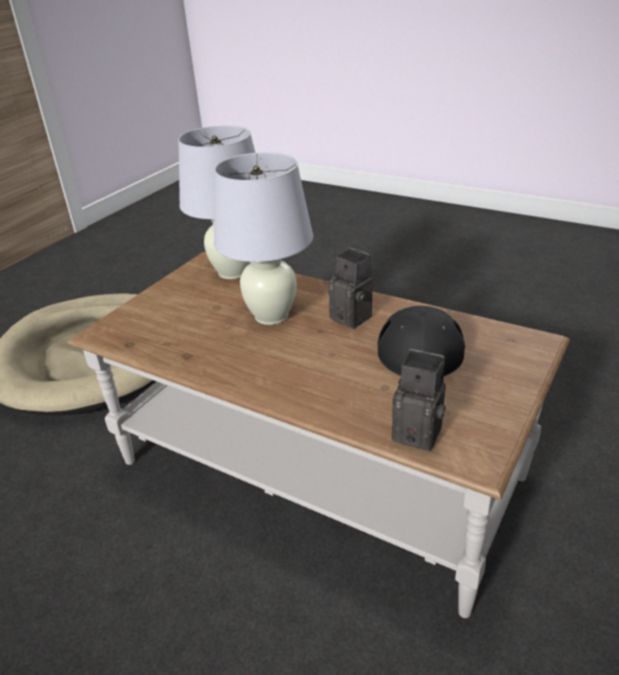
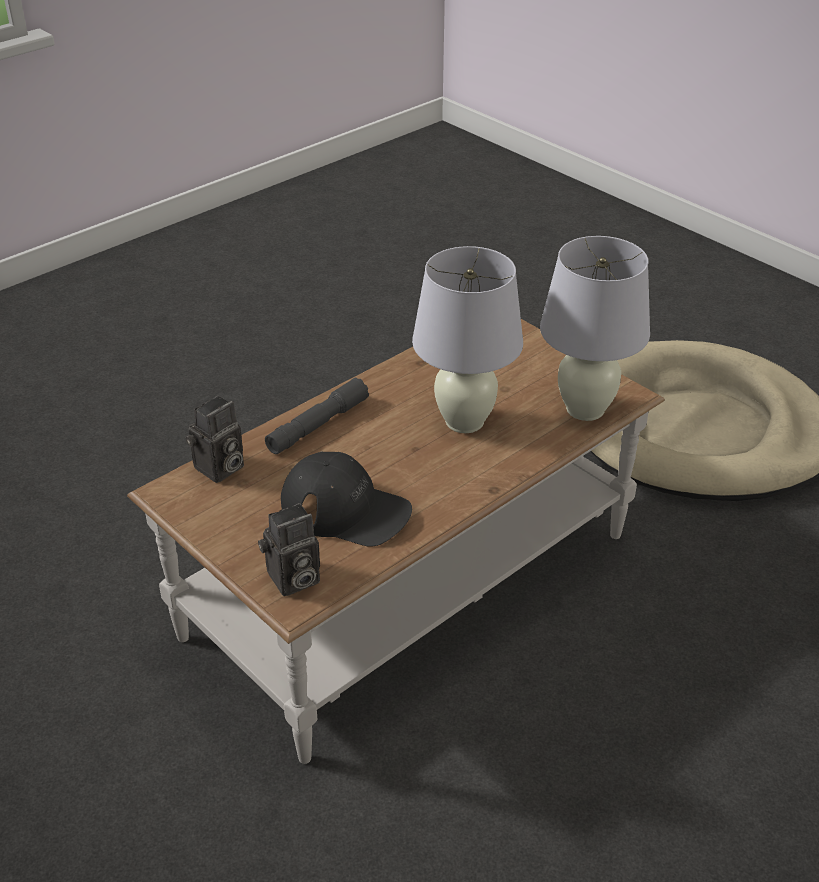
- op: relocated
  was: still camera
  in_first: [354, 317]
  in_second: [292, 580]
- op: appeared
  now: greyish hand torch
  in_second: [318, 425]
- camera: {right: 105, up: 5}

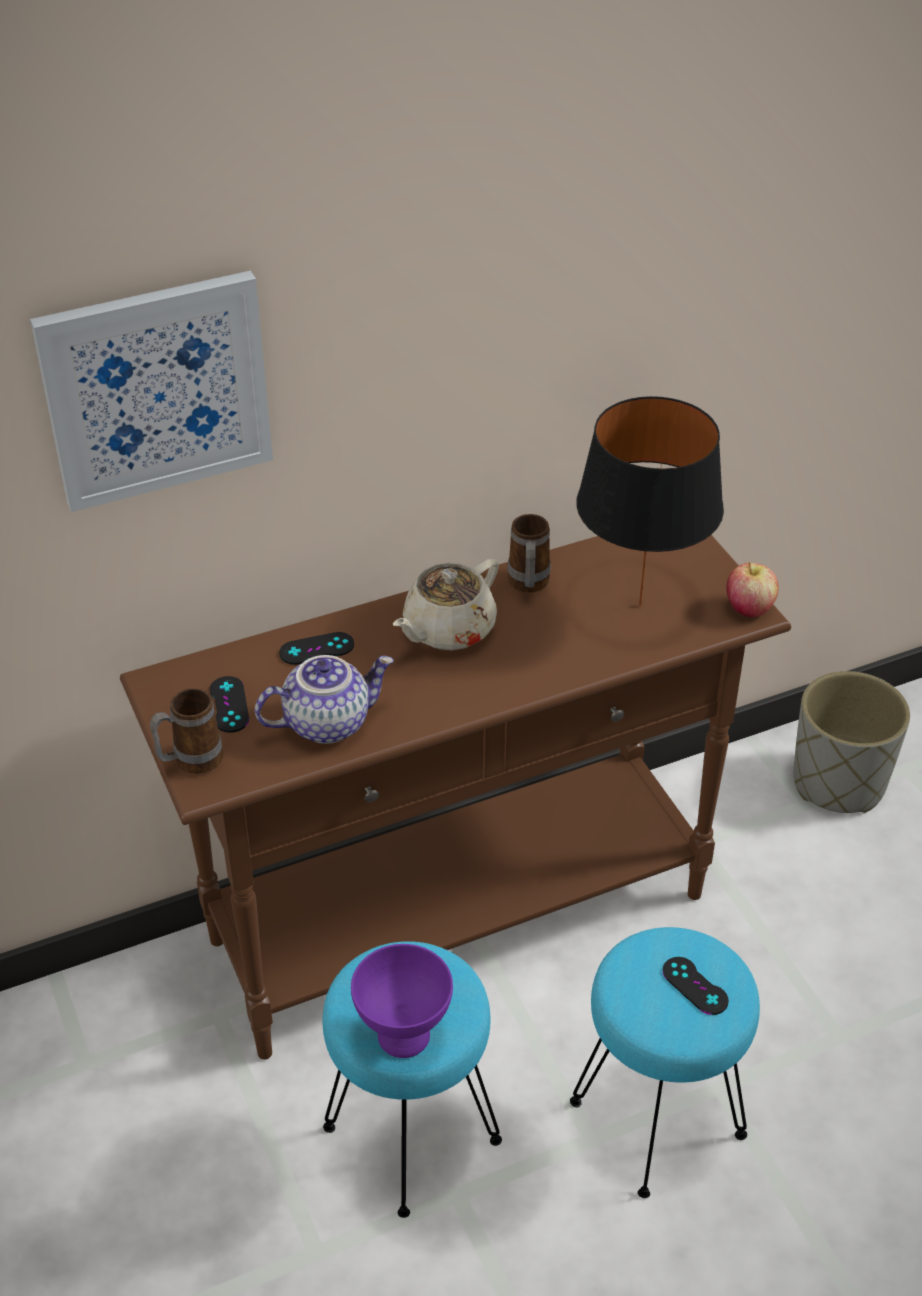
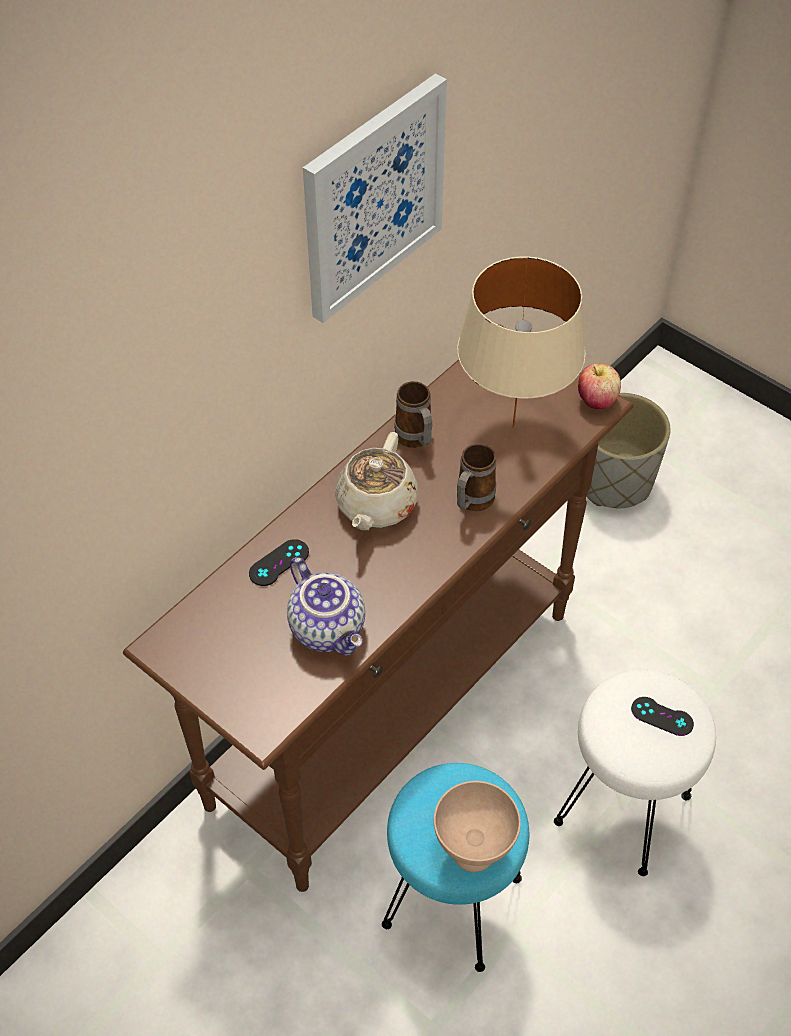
- op: relocated
  was: wall art
  in_first: [156, 389]
  in_second: [372, 197]
- op: colour
  was: black-coloured tabletop lamp
  now: beige-coloured tabletop lamp
  in_first: [641, 605]
  in_second: [514, 426]
- op: spun
  was: pot for tea
  in_first: [327, 722]
  in_second: [329, 628]
  clockwise: 105
- op: missing
  was: black-coloured gamepad
  in_first: [229, 704]
- op: relocated
  was: tea mug
  in_first: [190, 762]
  in_second: [471, 503]
- op: colour
  was: turquoise-coloured stool
  now: white stool
  in_first: [658, 1121]
  in_second: [624, 811]
- op: colour
  was: purple serving bowl
  now: beige-coloured serving bowl
  in_first: [405, 1036]
  in_second: [475, 851]
- camera: {right: -25, up: 10}

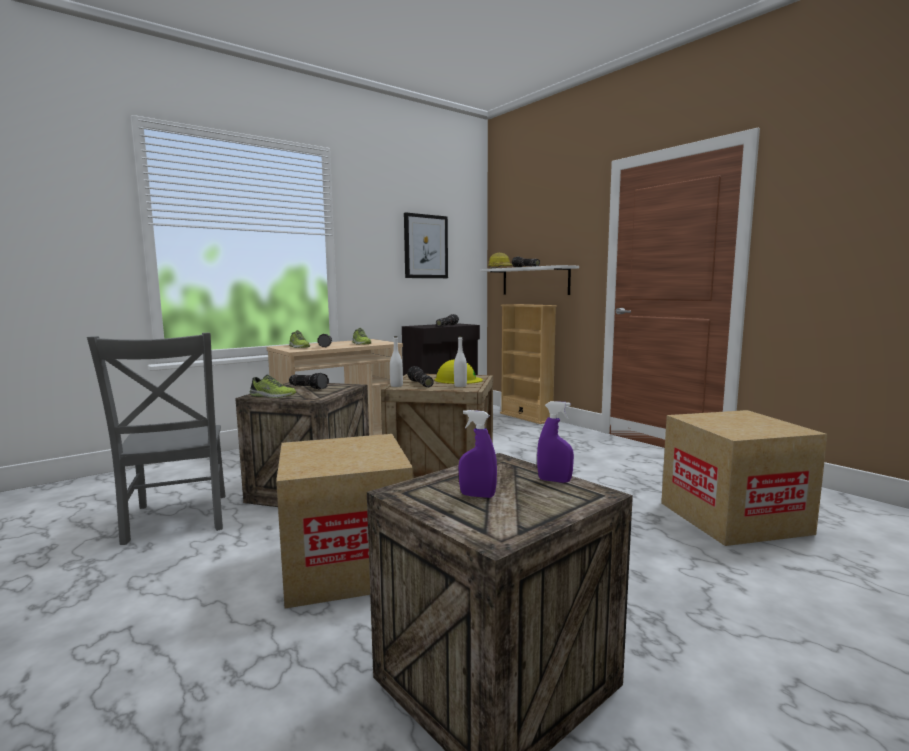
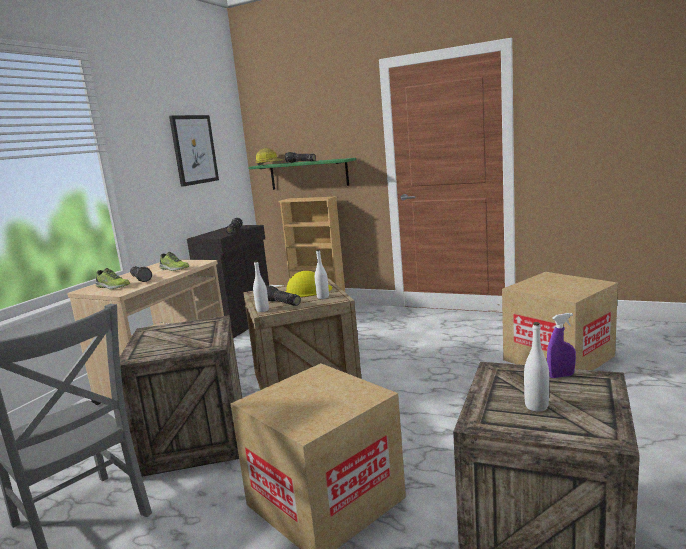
- op: colour
  was: white bracket shelf
  now: greenish bracket shelf
  in_first: [535, 281]
  in_second: [308, 174]
- op: missing
  was: hand torch
  in_first: [309, 387]
- op: missing
  was: item of footwear
  in_first: [272, 396]
- op: exchanged
  was: purple sprayer
  now: white bottle
  in_first: [477, 495]
  in_second: [536, 406]
- camera: {right: -25, up: 5}

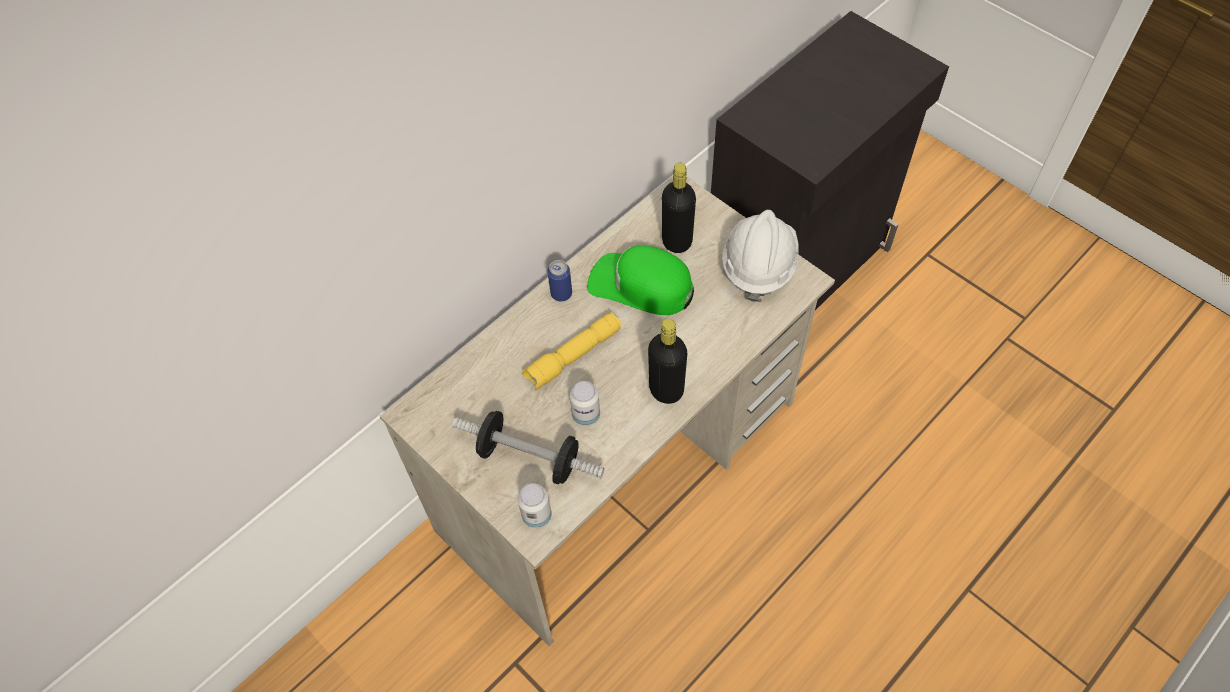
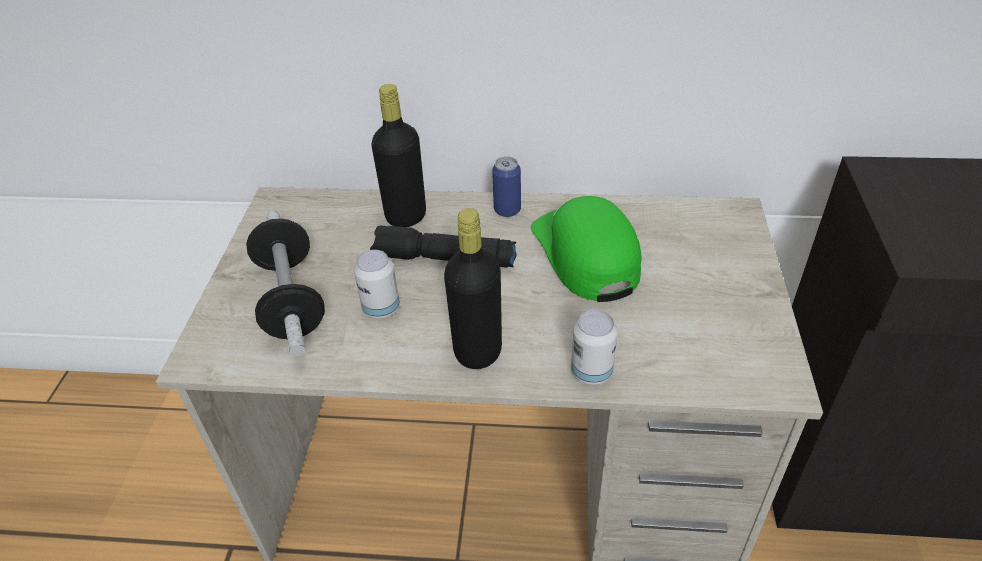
- op: relocated
  was: black-coloured bottle
  in_first: [677, 241]
  in_second: [406, 216]
- op: missing
  was: white safety helmet
  in_first: [758, 266]
- op: colour
  was: yellowish hand torch
  now: black-coloured hand torch
  in_first: [573, 357]
  in_second: [443, 260]
- op: relocated
  was: metal can
  in_first: [537, 515]
  in_second: [591, 372]
- camera: {right: 50, up: -15}

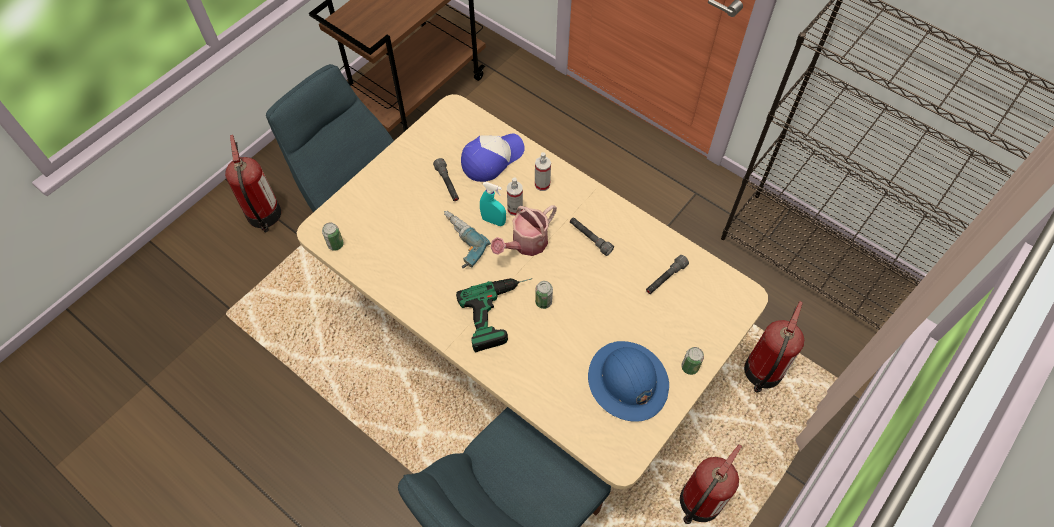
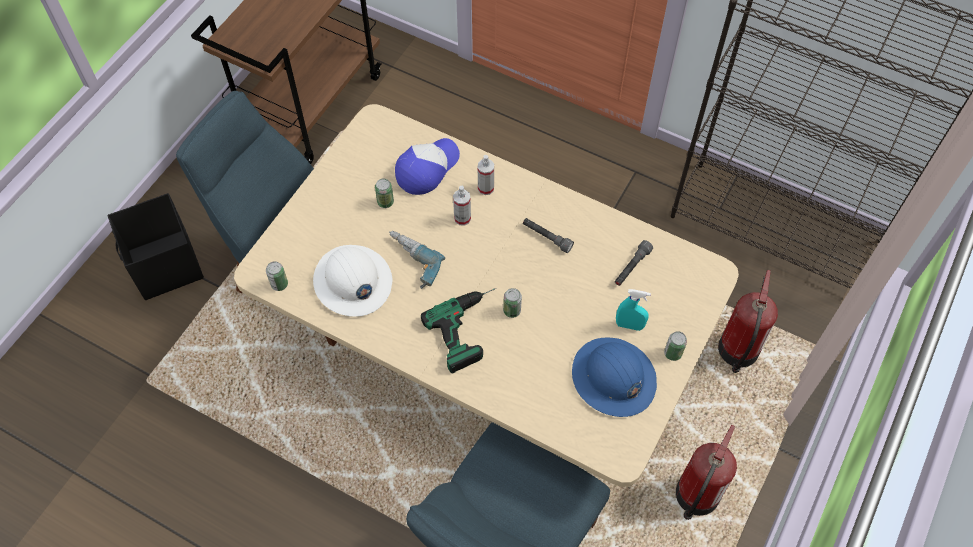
- op: exchanged
  was: fire-fighting cylinder
  now: black-coloured storage bin
  in_first: [264, 215]
  in_second: [165, 266]
- op: exchanged
  was: greyish hand torch
  now: metal can
  in_first: [447, 184]
  in_second: [385, 202]
- op: relocated
  was: turquoise-coloured sprayer
  in_first: [493, 221]
  in_second: [629, 325]
- op: missing
  was: watering pot
  in_first: [525, 244]
- op: appeared
  now: white safety helmet
  in_second: [352, 282]
- camera: {right: -10, up: 0}

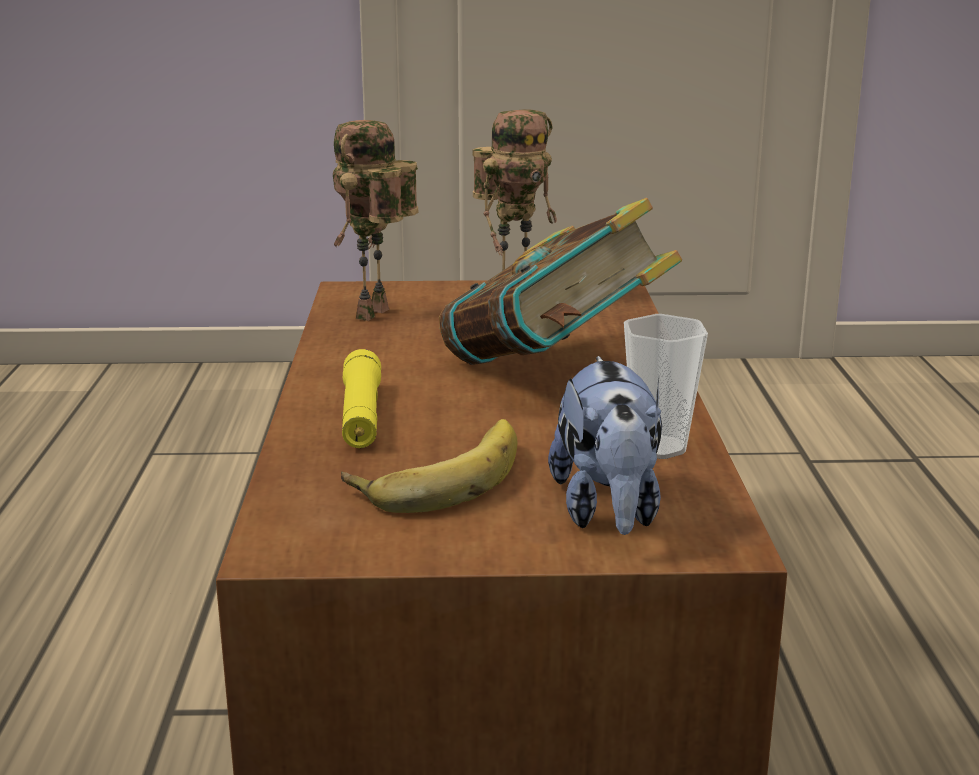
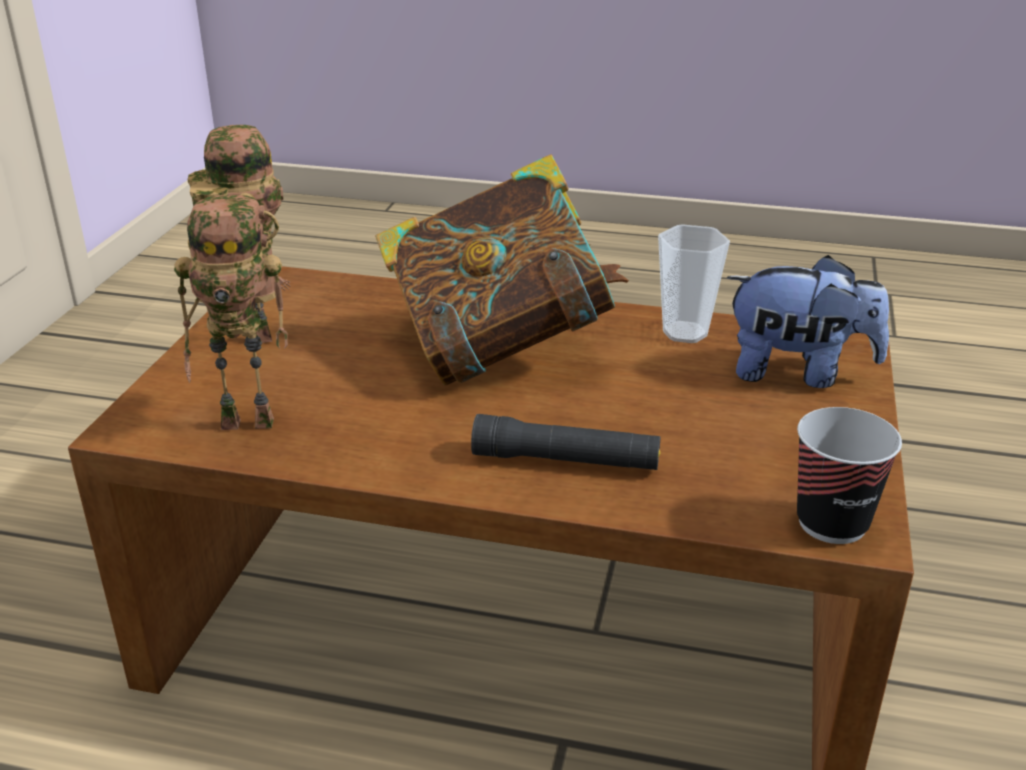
- op: spun
  was: toy robot
  in_first: [375, 315]
  in_second: [252, 420]
  clockwise: -45
- op: colour
  was: yellowish hand torch
  now: black-coloured hand torch
  in_first: [361, 416]
  in_second: [566, 460]
- op: missing
  was: banana fruit
  in_first: [438, 475]
- op: appeared
  now: cup
  in_second: [832, 523]
- camera: {right: -75, up: 10}

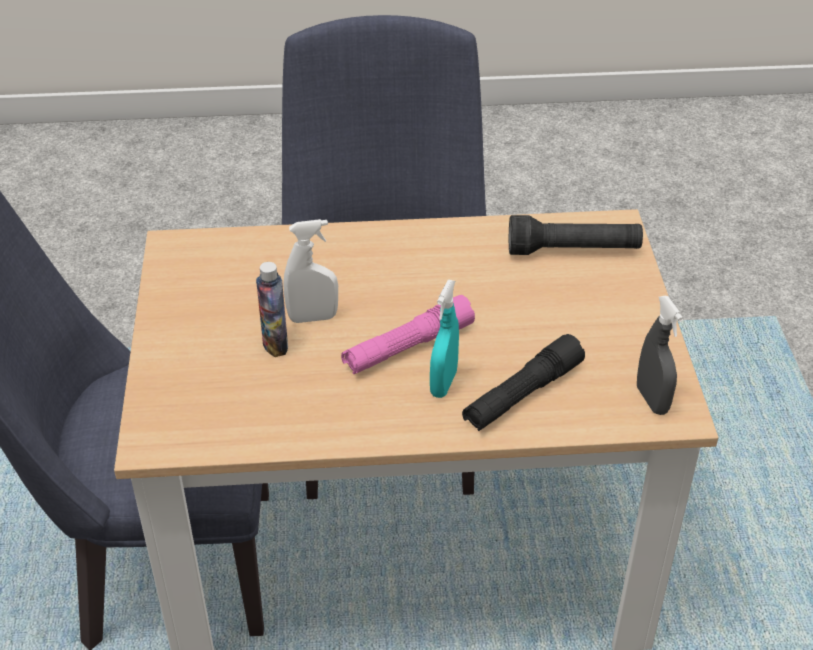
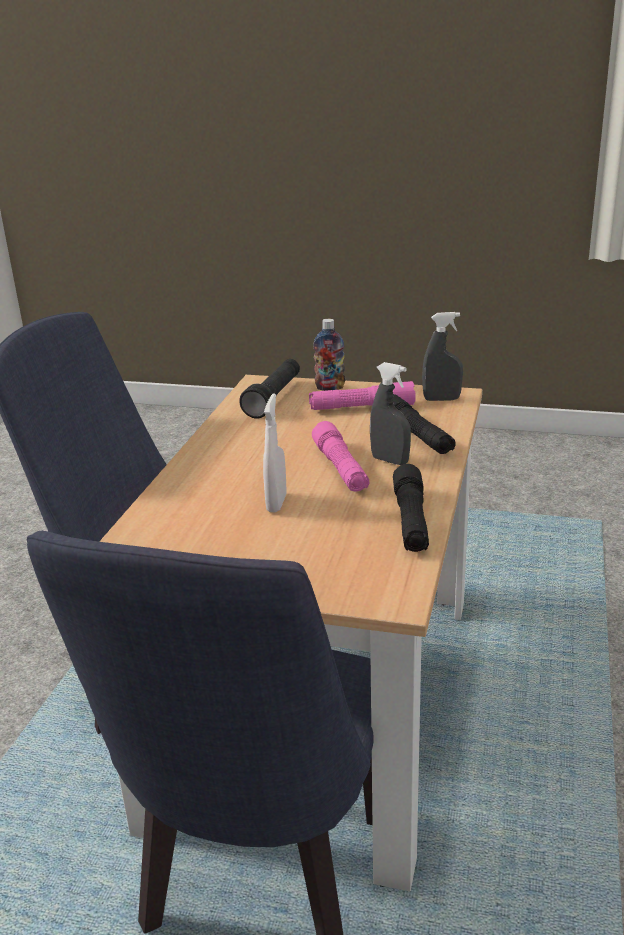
- op: relocated
  was: bottle
  in_first: [275, 344]
  in_second: [330, 388]
- op: colour
  was: turquoise-coloured sprayer
  now: greyish sprayer
  in_first: [443, 383]
  in_second: [390, 460]
- op: appeared
  now: pinkish hand torch
  in_second: [361, 407]
- op: appeared
  now: black-coloured hand torch
  in_second: [411, 520]
- camera: {right: -70, up: -15}

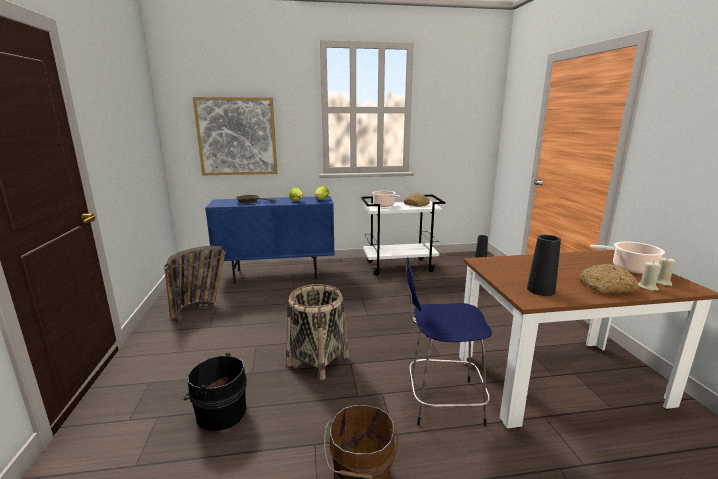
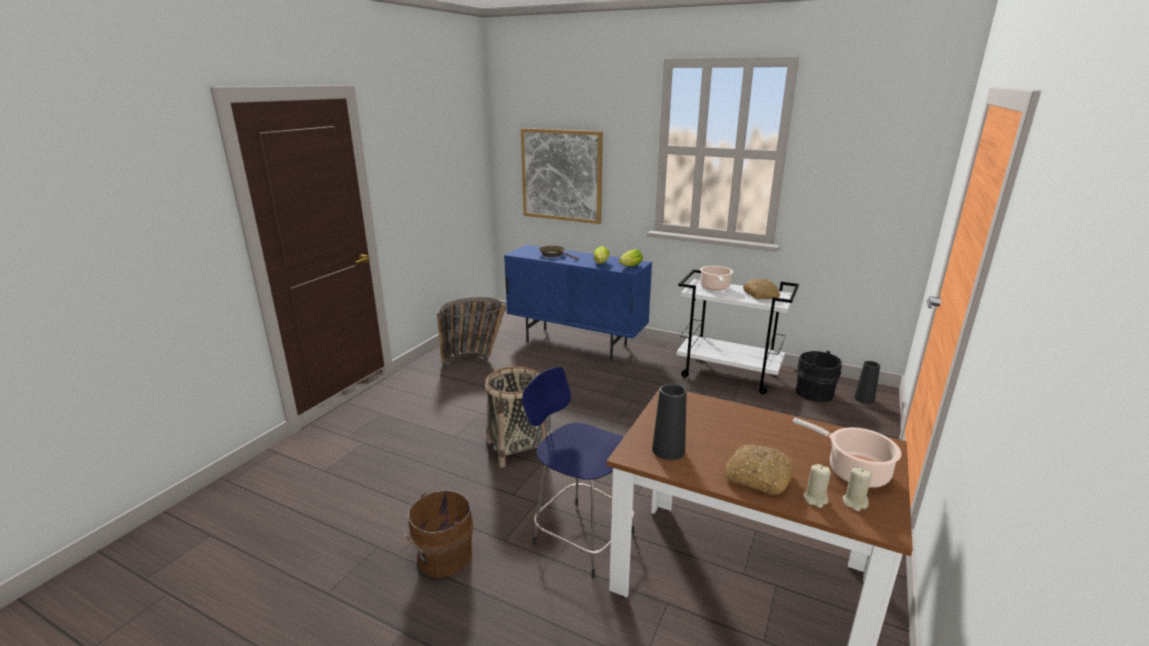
- op: relocated
  was: black-coloured water bucket
  in_first: [219, 412]
  in_second: [812, 392]
- camera: {right: 35, up: 5}

